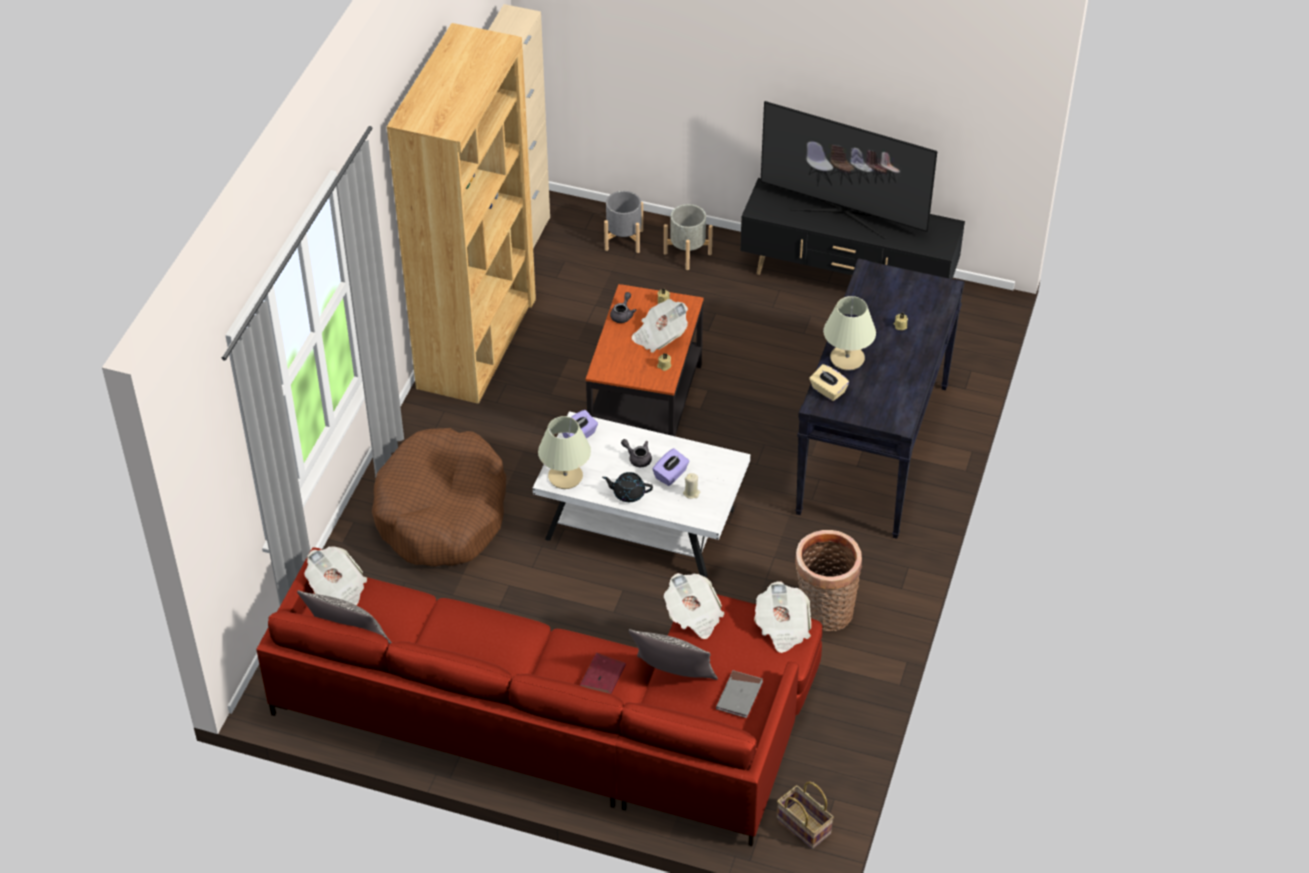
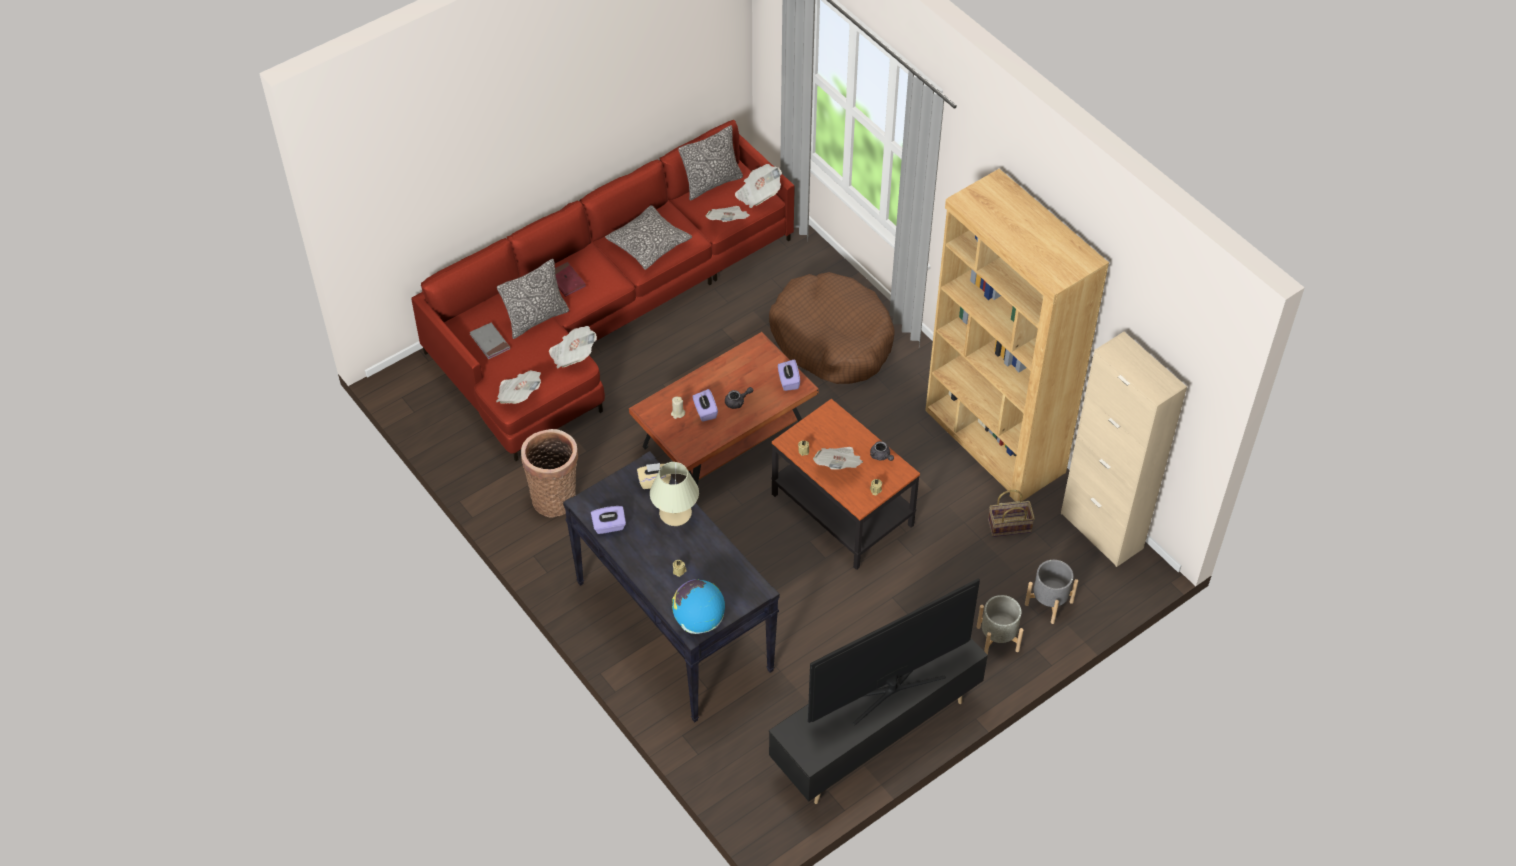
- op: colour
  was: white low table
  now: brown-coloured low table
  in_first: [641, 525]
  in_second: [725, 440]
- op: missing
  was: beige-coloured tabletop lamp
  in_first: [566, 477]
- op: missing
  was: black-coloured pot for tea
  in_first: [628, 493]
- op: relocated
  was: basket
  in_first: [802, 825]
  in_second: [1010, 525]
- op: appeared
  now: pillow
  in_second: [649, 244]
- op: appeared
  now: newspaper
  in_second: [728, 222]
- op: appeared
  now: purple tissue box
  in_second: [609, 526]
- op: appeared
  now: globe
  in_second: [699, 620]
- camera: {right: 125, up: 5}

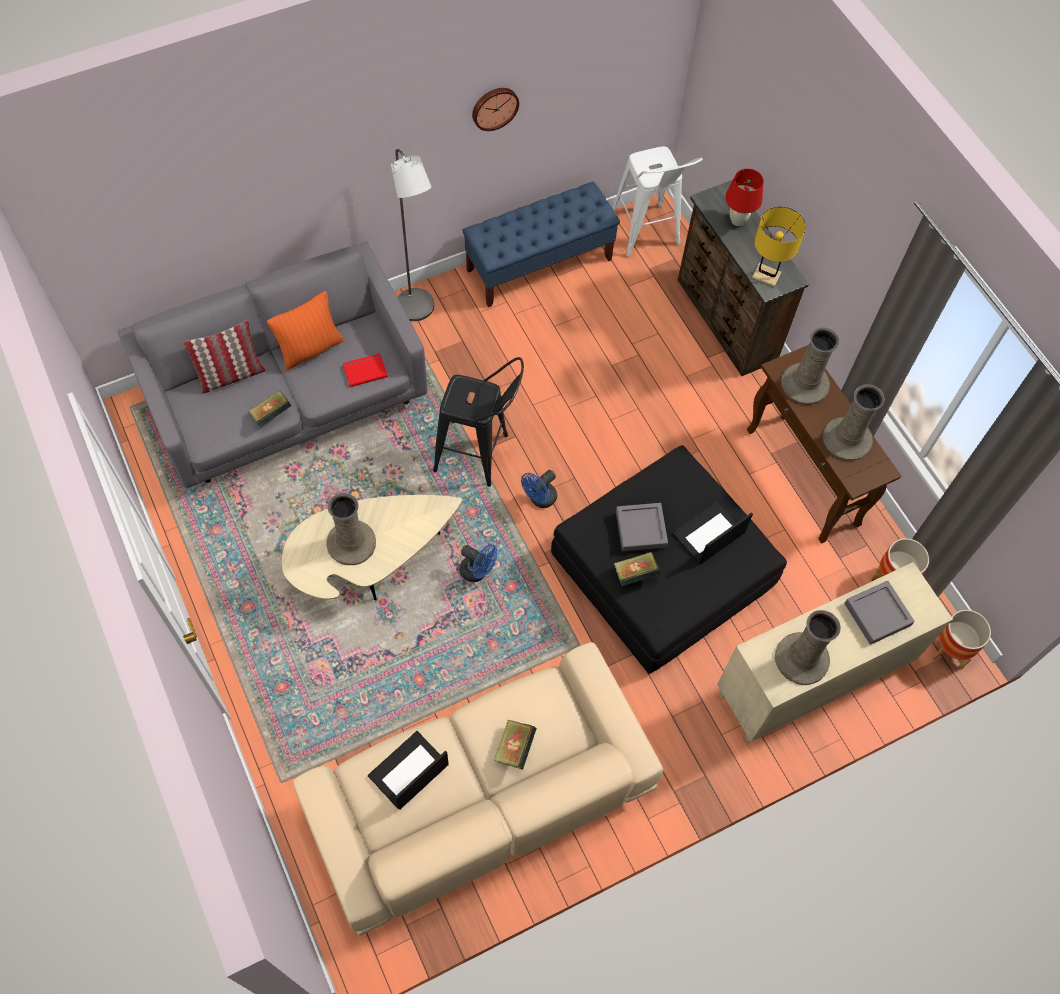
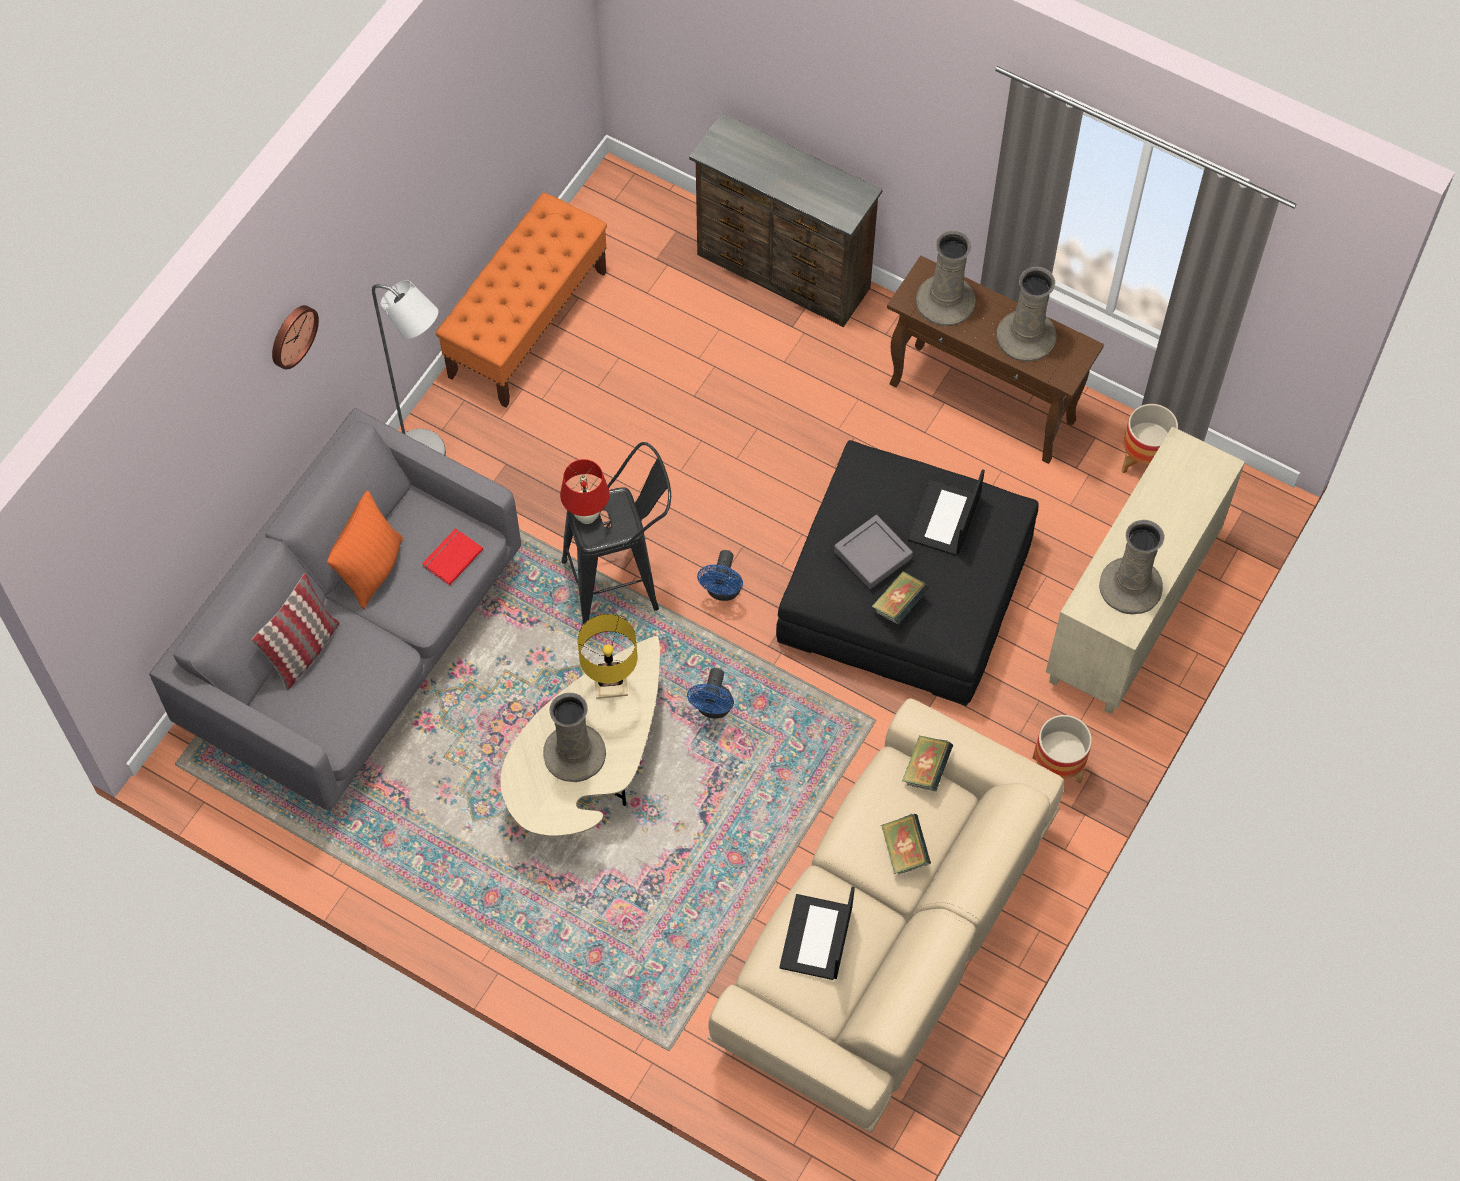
- op: relocated
  was: clock on the wall
  in_first: [494, 107]
  in_second: [292, 335]
- op: missing
  was: white stool
  in_first: [646, 237]
- op: relocated
  was: red-coloured tabletop lamp
  in_first: [737, 221]
  in_second: [587, 516]
- op: colour
  was: bluish long seat
  now: orange long seat
  in_first: [539, 264]
  in_second: [528, 323]
- op: relocated
  was: yellowish tabletop lamp
  in_first: [766, 275]
  in_second: [611, 686]
- op: relocated
  was: book
  in_first: [272, 415]
  in_second: [926, 770]
- op: spun
  was: bluish fan
  in_first: [478, 572]
  in_second: [713, 709]
  clockwise: 105
- op: missing
  was: greyish tray
  in_first: [877, 614]
- op: relocated
  was: planter
  in_first: [949, 651]
  in_second: [1057, 770]
- camera: {right: -30, up: 0}

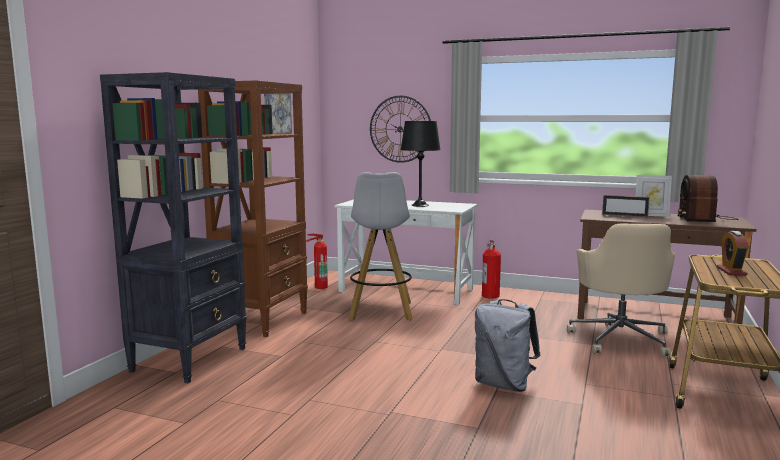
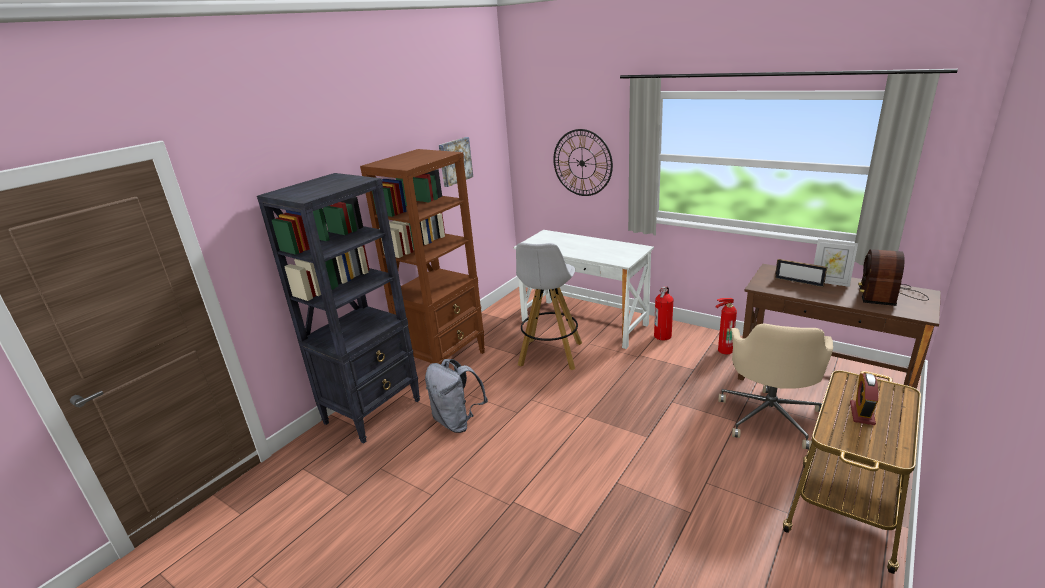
- op: missing
  was: black-coloured tabletop lamp
  in_first: [420, 205]
- op: relocated
  was: fire-fighting cylinder
  in_first: [319, 287]
  in_second: [723, 350]
- op: relocated
  was: greyish rucksack
  in_first: [504, 384]
  in_second: [457, 422]
- camera: {right: 15, up: 15}

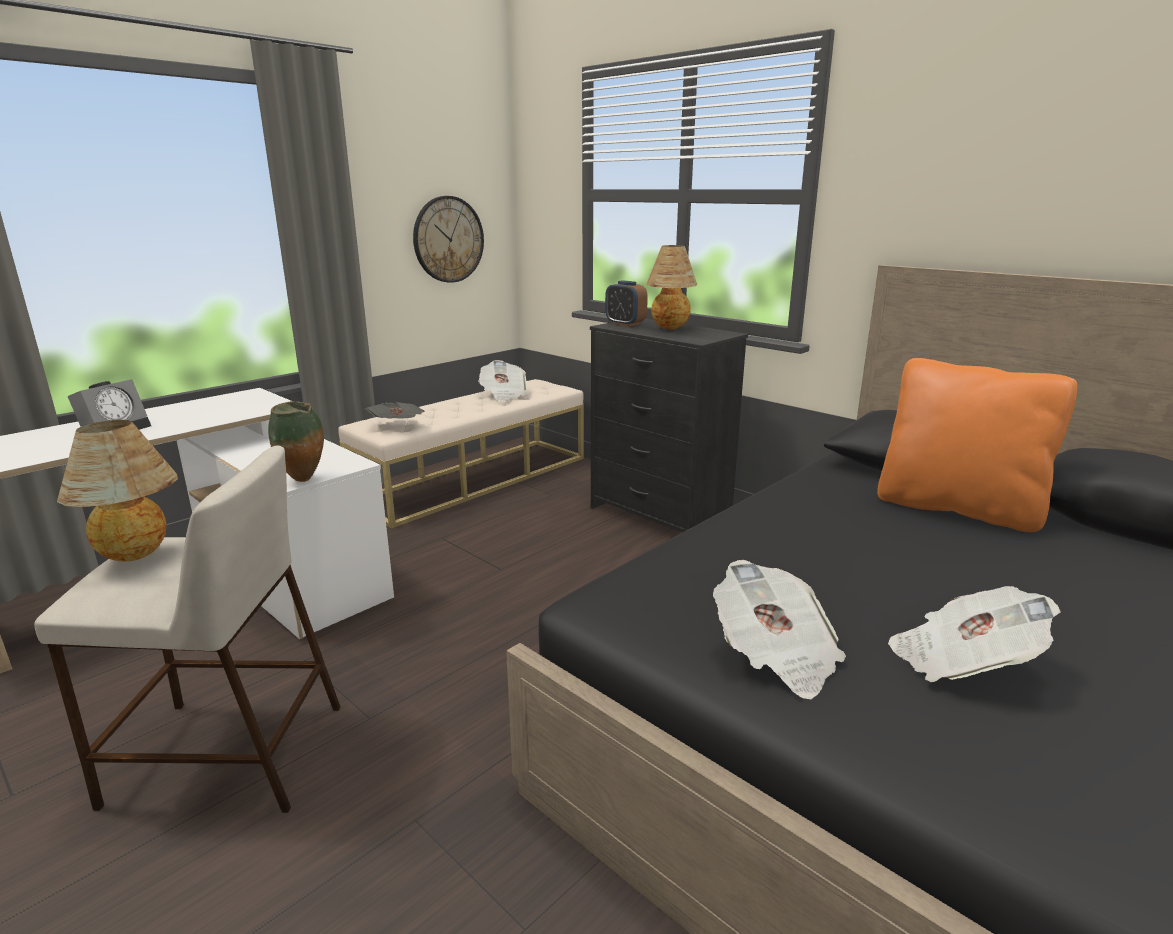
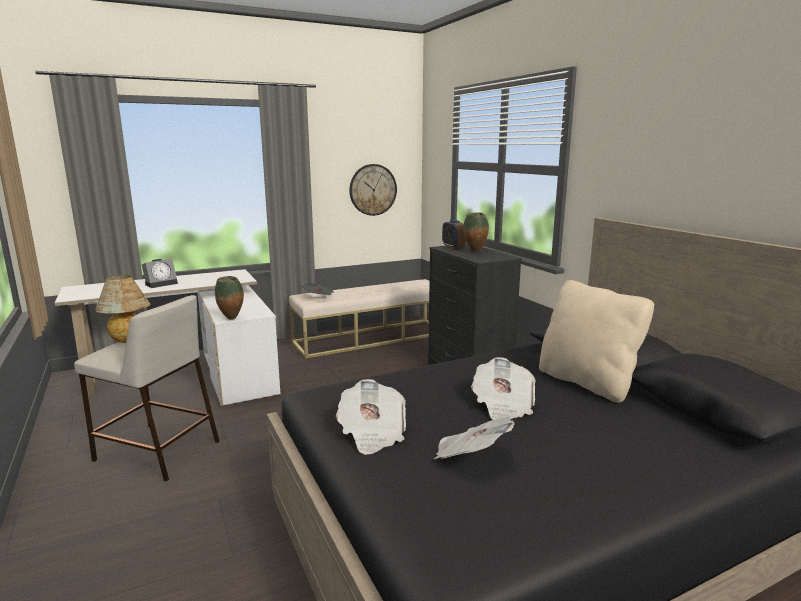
- op: exchanged
  was: tabletop lamp
  now: vase
  in_first: [670, 329]
  in_second: [475, 252]
- op: colour
  was: orange pillow
  now: beige-coloured pillow
  in_first: [957, 508]
  in_second: [587, 382]
- op: relocated
  was: newspaper
  in_first: [503, 394]
  in_second: [502, 406]
- camera: {right: 20, up: -5}

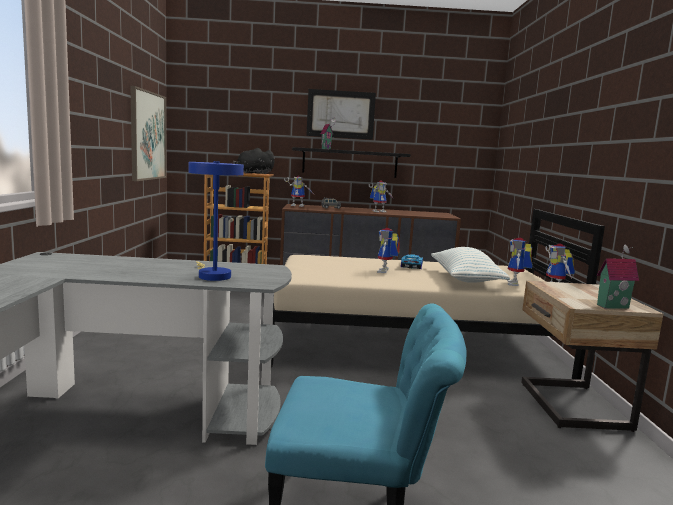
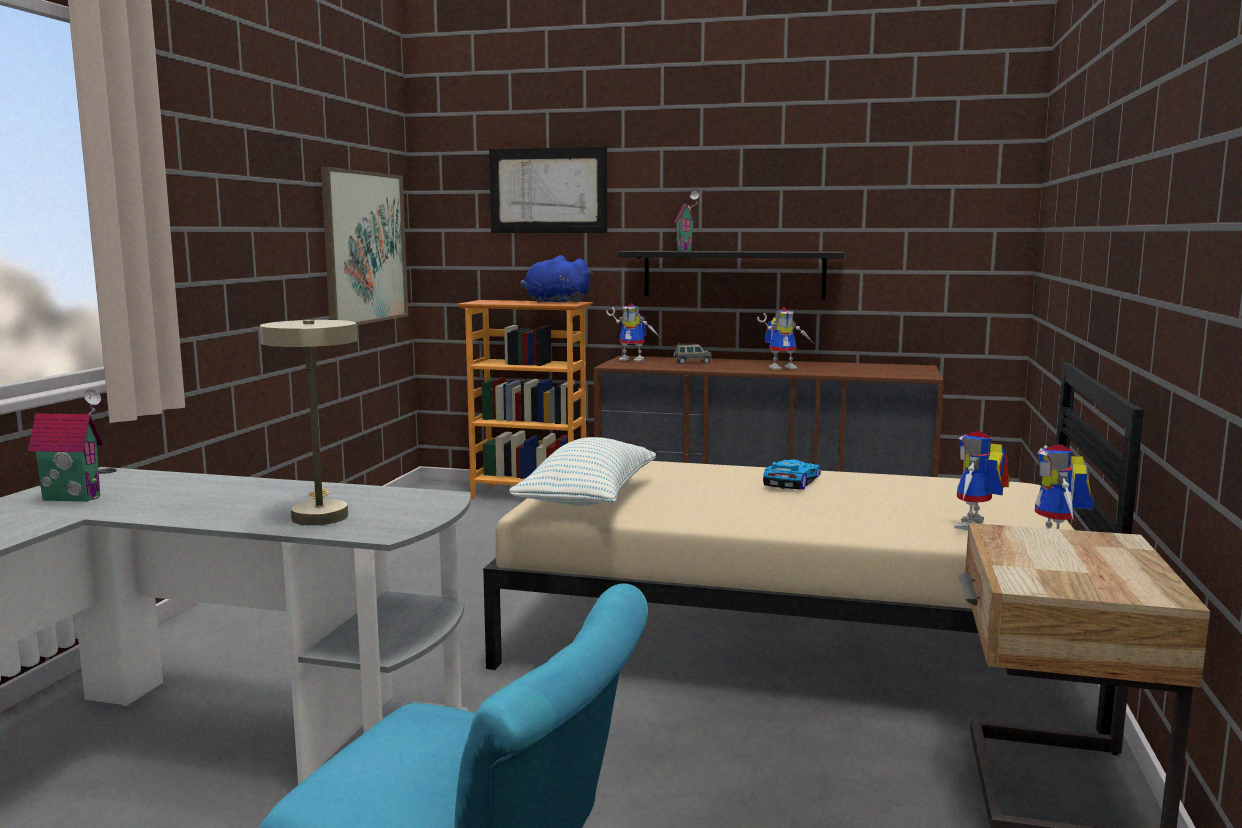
- op: relocated
  was: wall art
  in_first: [340, 114]
  in_second: [548, 190]
- op: colour
  was: black-coloured plush toy
  now: bluish plush toy
  in_first: [253, 173]
  in_second: [554, 302]
- op: colour
  was: bluish tabletop lamp
  now: beige-coloured tabletop lamp
  in_first: [212, 275]
  in_second: [319, 514]
- op: missing
  was: toy robot
  in_first: [386, 271]
- op: relocated
  was: miniature house
  in_first: [611, 306]
  in_second: [74, 497]
- op: relocated
  was: pillow
  in_first: [465, 279]
  in_second: [588, 499]
- camera: {right: 15, up: 0}

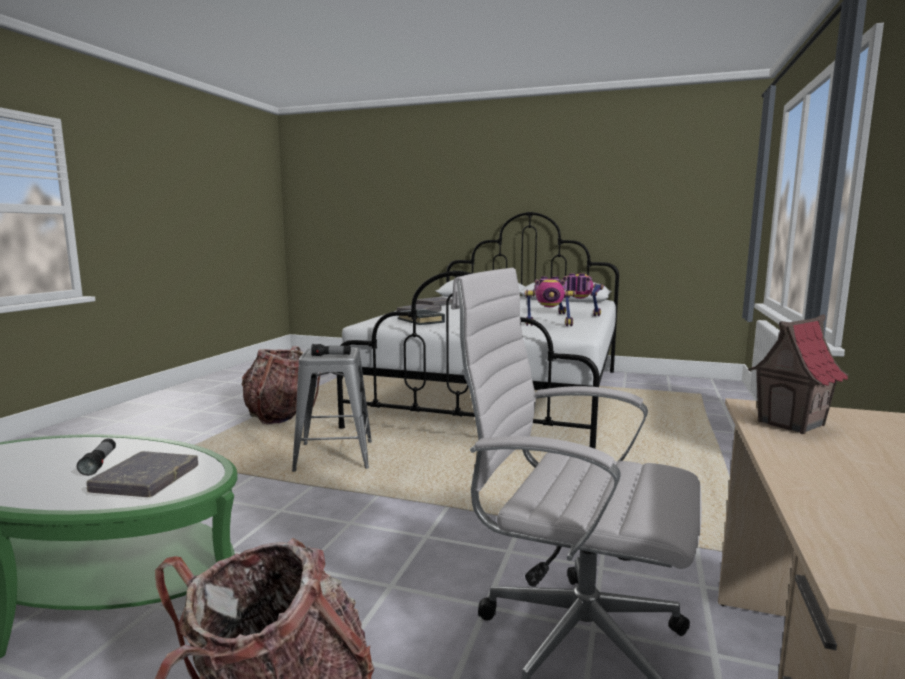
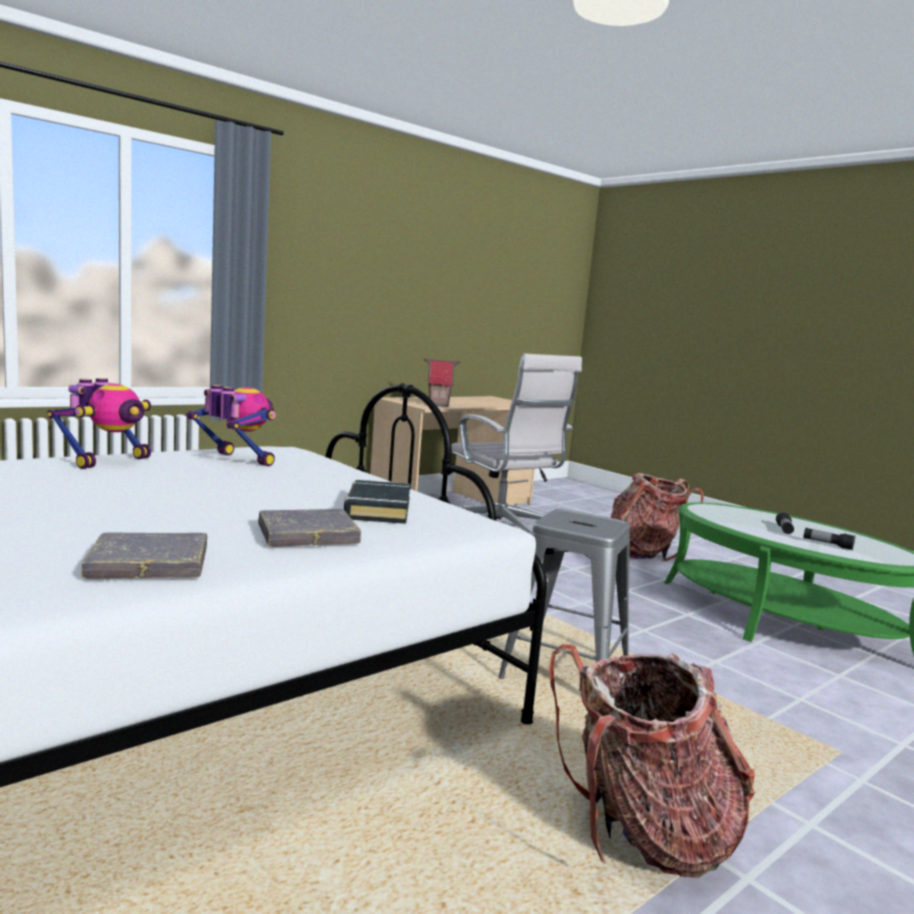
- op: spun
  was: toy robot
  in_first: [577, 315]
  in_second: [107, 461]
  clockwise: -120
- op: relocated
  was: hand torch
  in_first: [331, 356]
  in_second: [827, 545]
- op: missing
  was: greyish book
  in_first: [145, 480]
- camera: {right: -150, up: 0}

